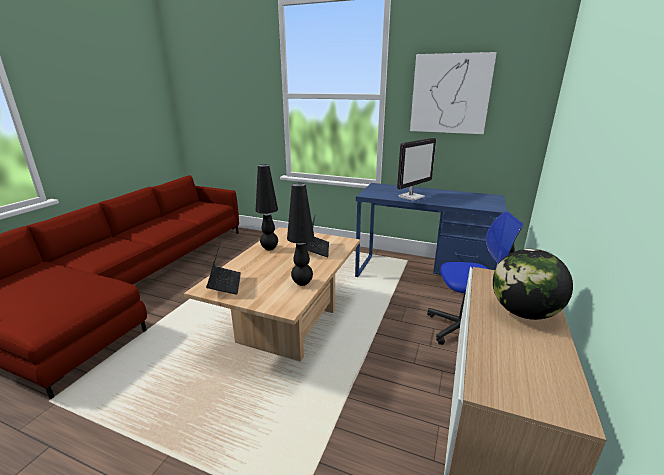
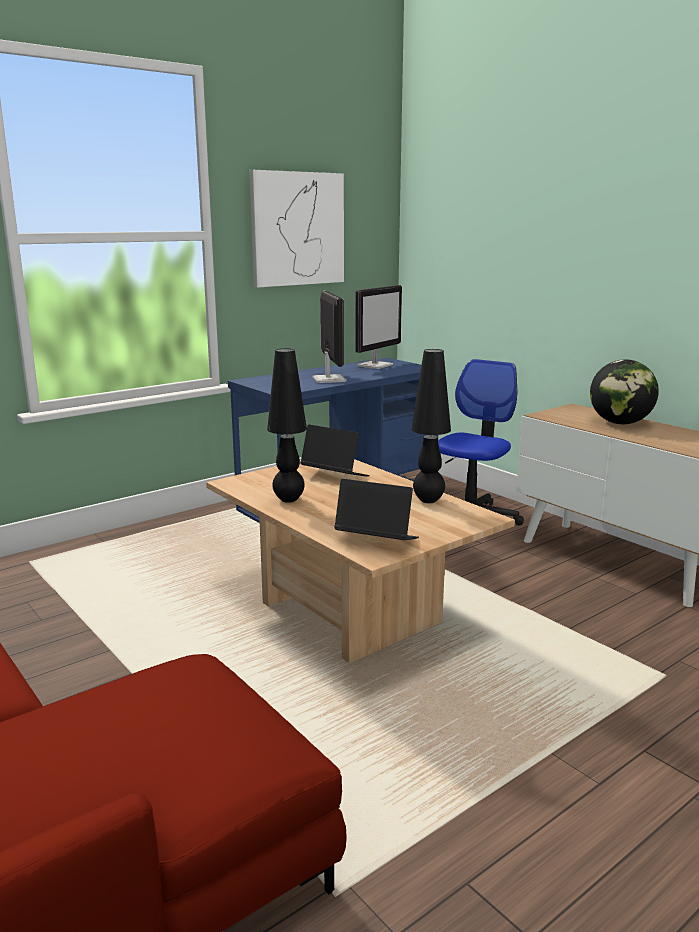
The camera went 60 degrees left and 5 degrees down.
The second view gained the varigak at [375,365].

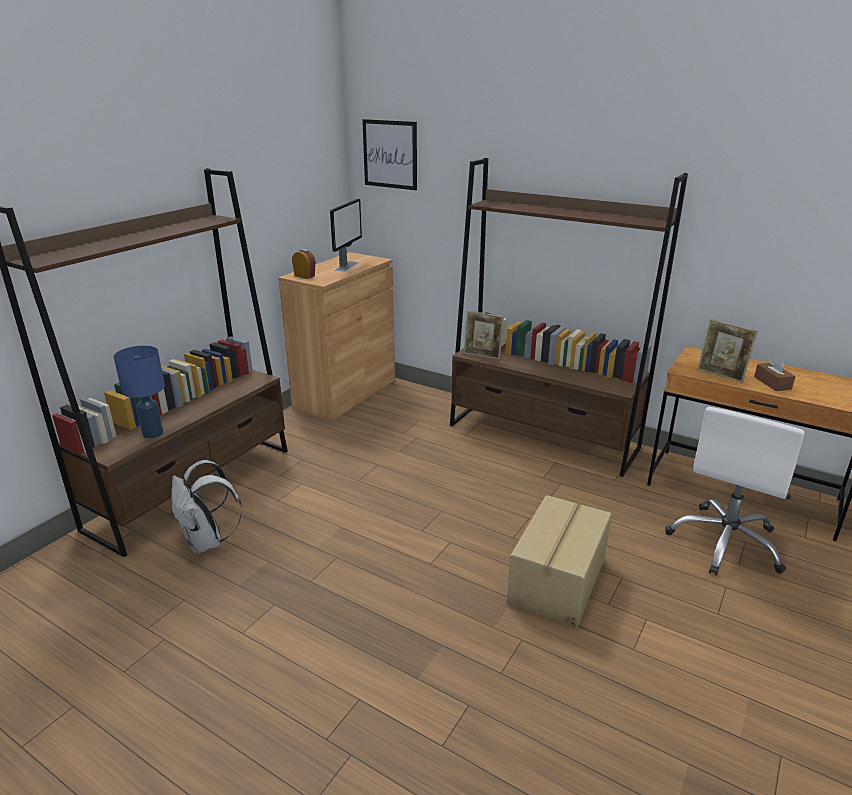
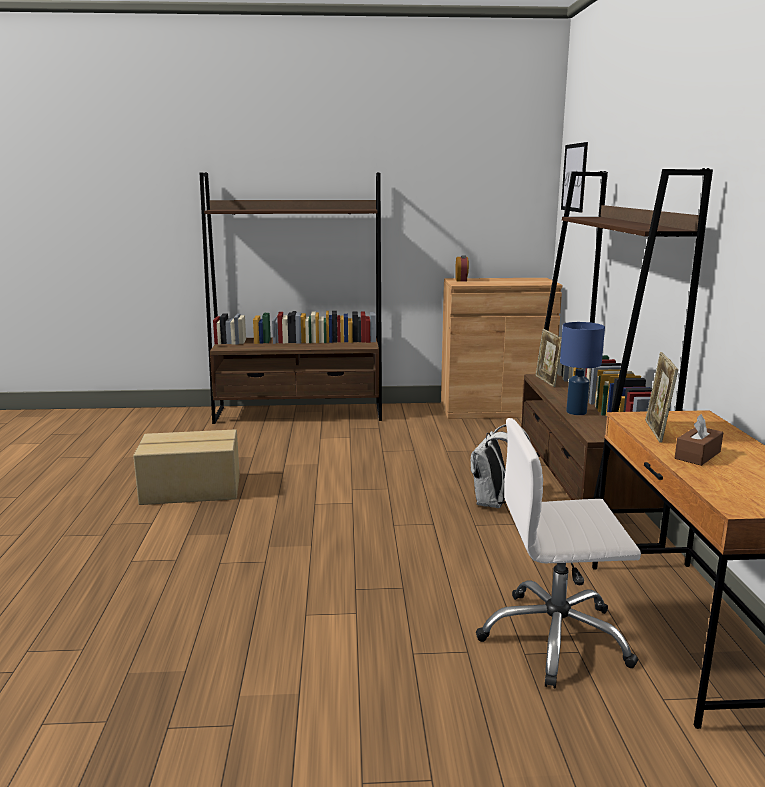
The camera went 55 degrees right and 10 degrees down.
The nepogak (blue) ended up elsewhere, having gone from [152,433] to [575,412].
The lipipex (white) ended up elsewhere, having gone from [207,542] to [494,503].
The second view lost the varigak at [347,266].
The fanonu ended up elsewhere, having gone from [559,580] to [191,490].

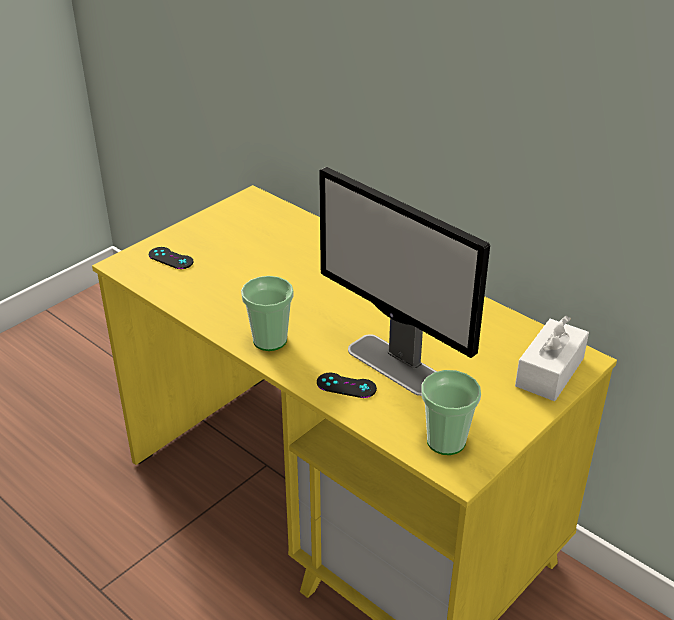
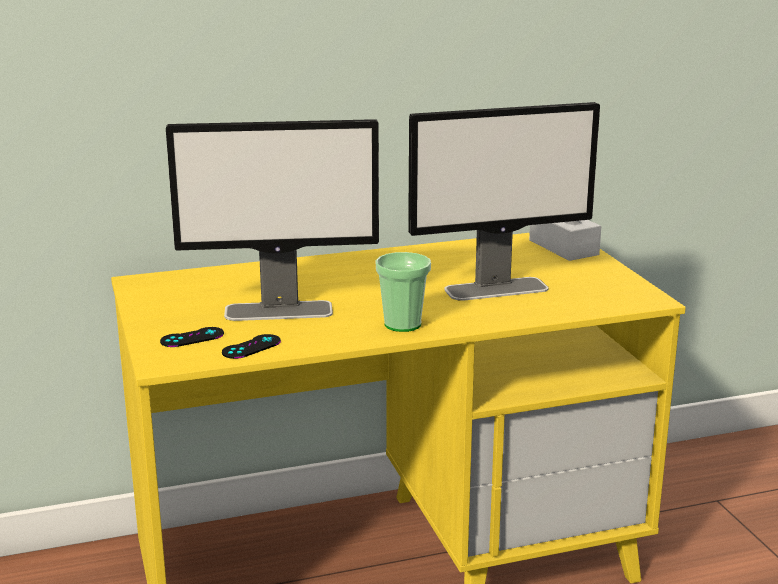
The camera went 60 degrees left and 15 degrees down.
The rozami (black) ended up elsewhere, having gone from [346,386] to [251,347].
The second view lost the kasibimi at [446,441].
The second view gained the varigak at [280,311].

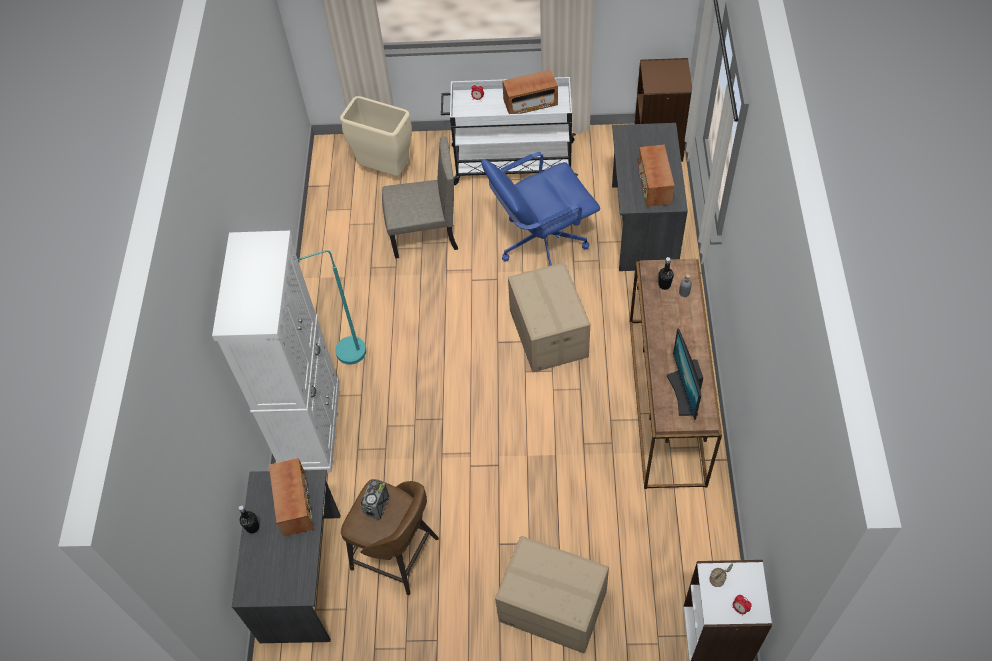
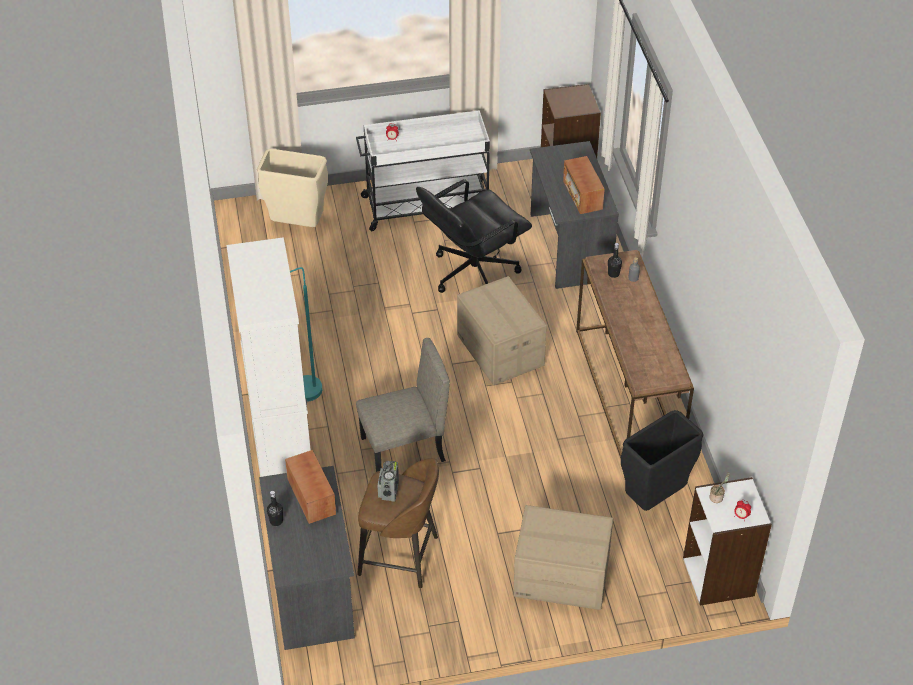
The camera went 15 degrees left and 10 degrees down.
The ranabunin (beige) ended up elsewhere, having gone from [424,235] to [403,450].
What was the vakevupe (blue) at [541,242] turned into the vakevupe (black) at [473,272].
The second view lost the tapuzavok at [530,103].
The second view lost the varigak at [684,393].
The second view gained the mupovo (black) at [655,499].

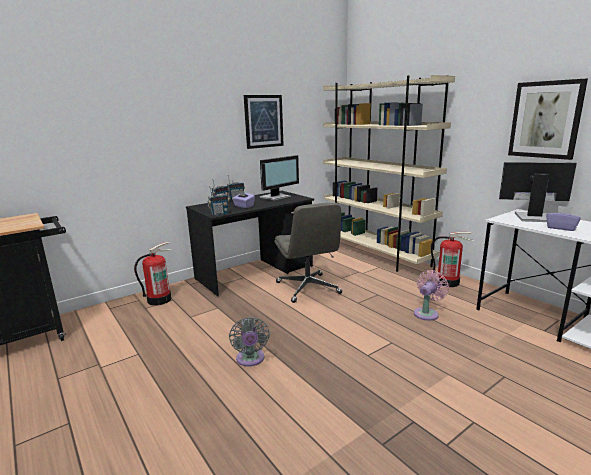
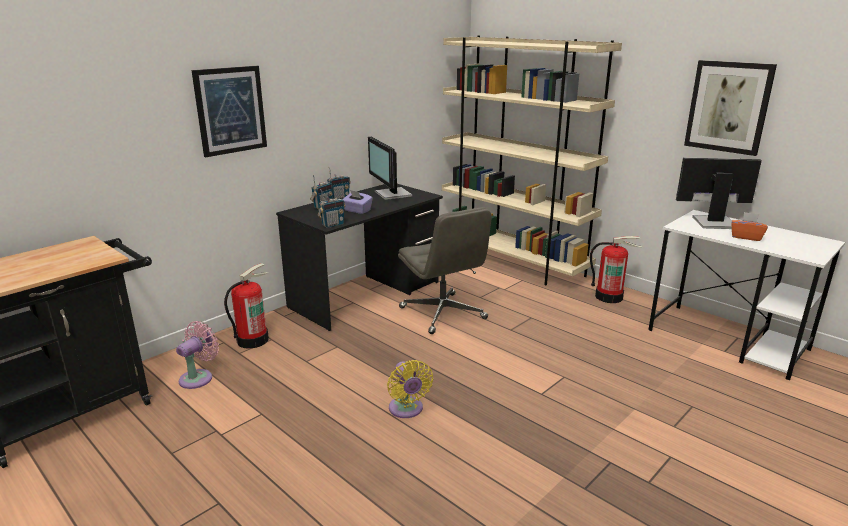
The camera went 10 degrees left and 5 degrees up.
What was the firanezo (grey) at [250,360] turned into the firanezo (yellow) at [407,410].
The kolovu ended up elsewhere, having gone from [263,121] to [230,110].
The varigak at [276,197] ended up facing another way, 120 degrees clockwise from before.
The firanezo (pink) ended up elsewhere, having gone from [427,313] to [199,377].
What was the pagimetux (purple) at [561,228] turned into the pagimetux (orange) at [746,237].

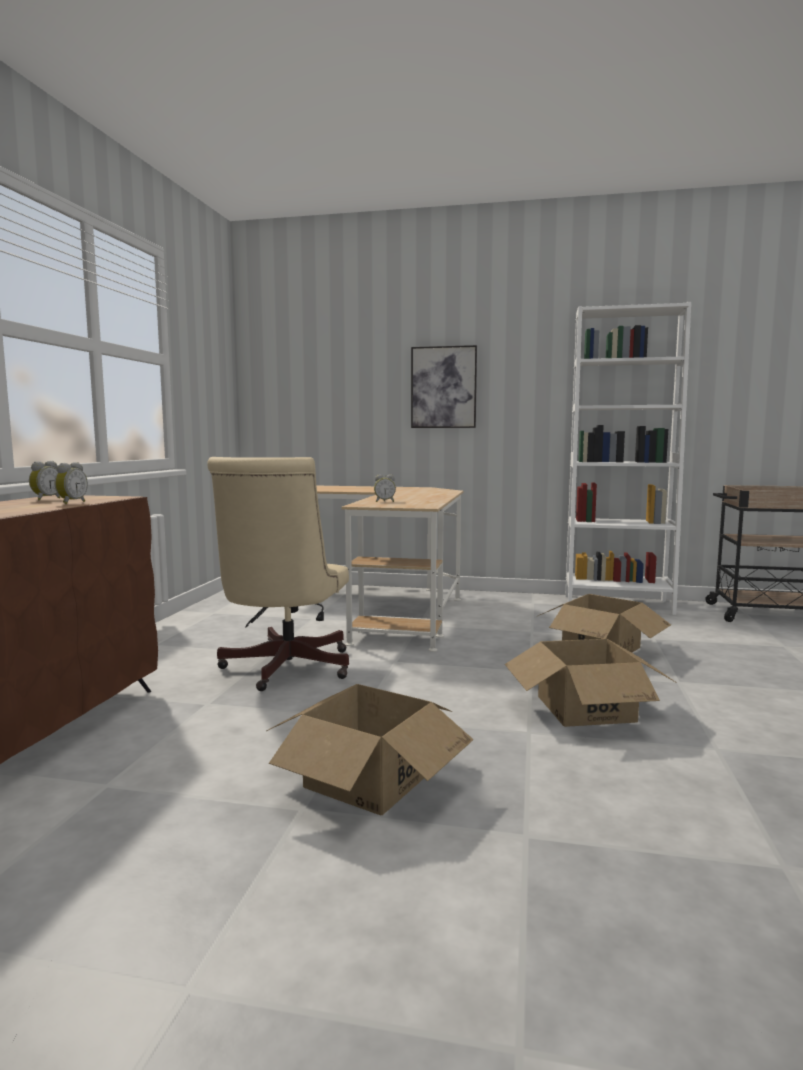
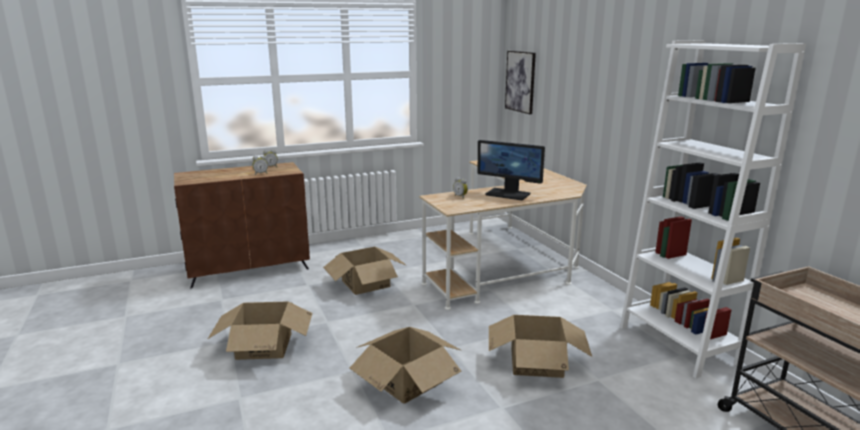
The camera went 55 degrees right and 10 degrees up.
Where the vakevupe (beige) stood at [283,670], the fanonu came to stand at [365,283].
The kolovu ended up elsewhere, having gone from [443,387] to [520,81].
The second view gained the varigak at [508,194].

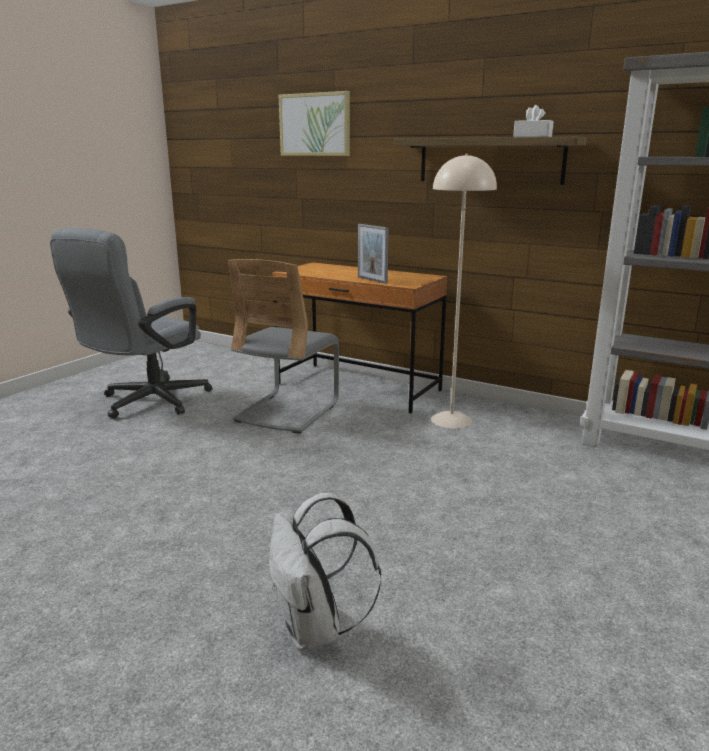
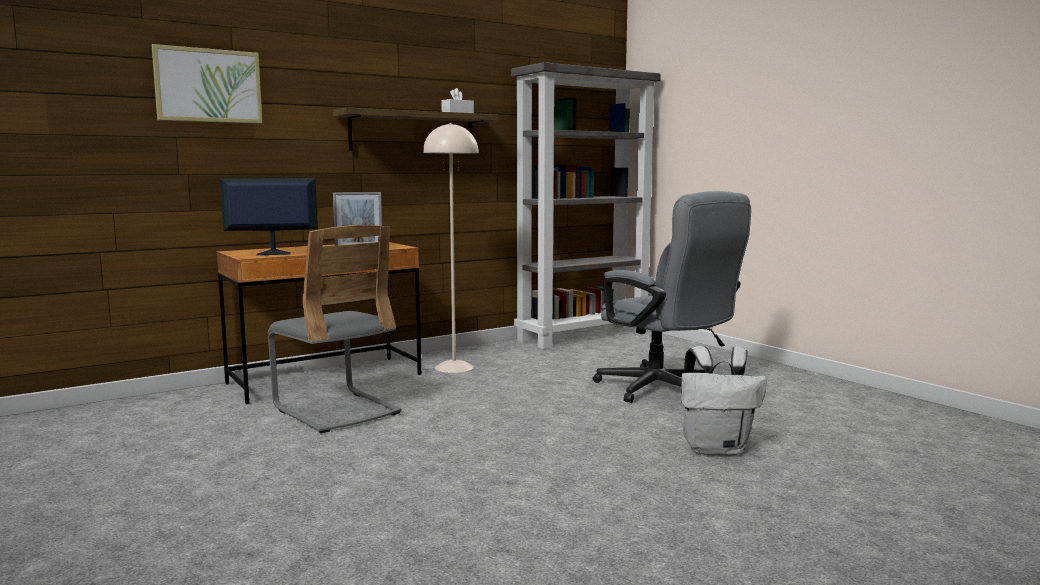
The camera went 65 degrees left and 10 degrees down.
The vakevupe (grey) ended up elsewhere, having gone from [146,403] to [665,391].
The second view gained the varigak at [272,254].

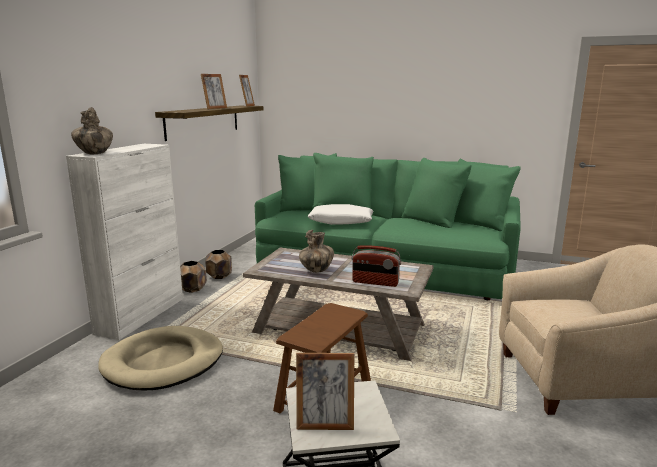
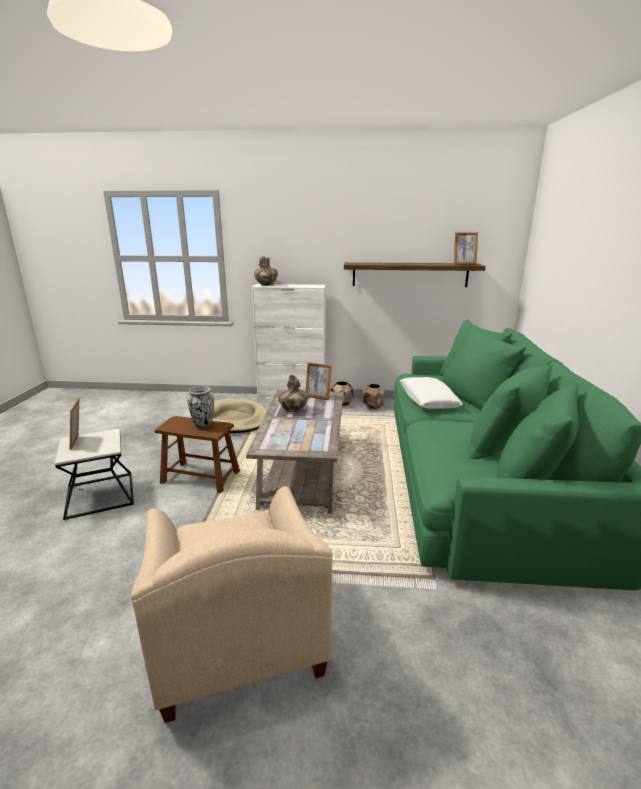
The camera went 75 degrees right and 5 degrees up.
The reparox ended up elsewhere, having gone from [215,108] to [318,397].
The second view lost the tapuzavok at [375,282].
The second view gained the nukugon at [203,425].

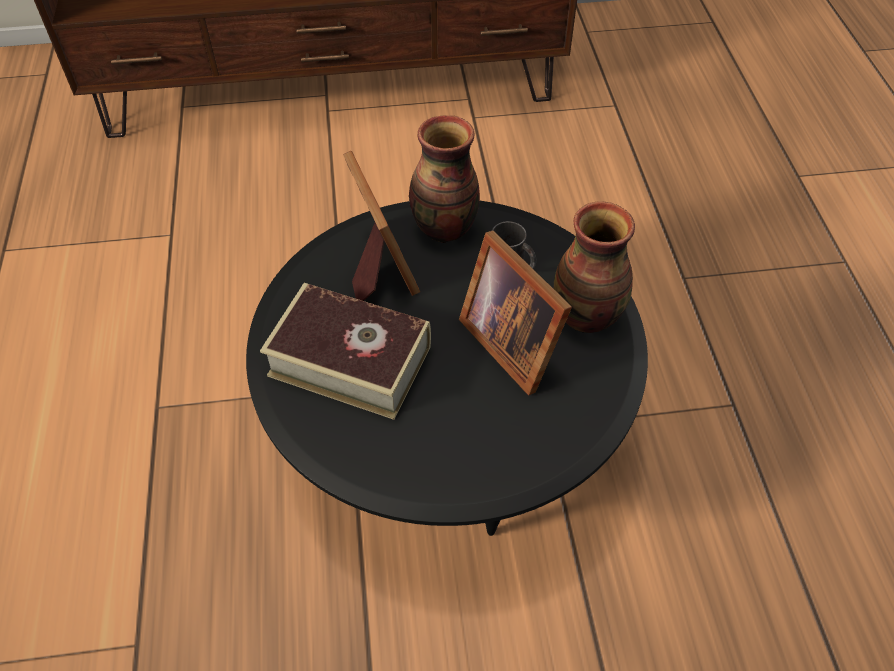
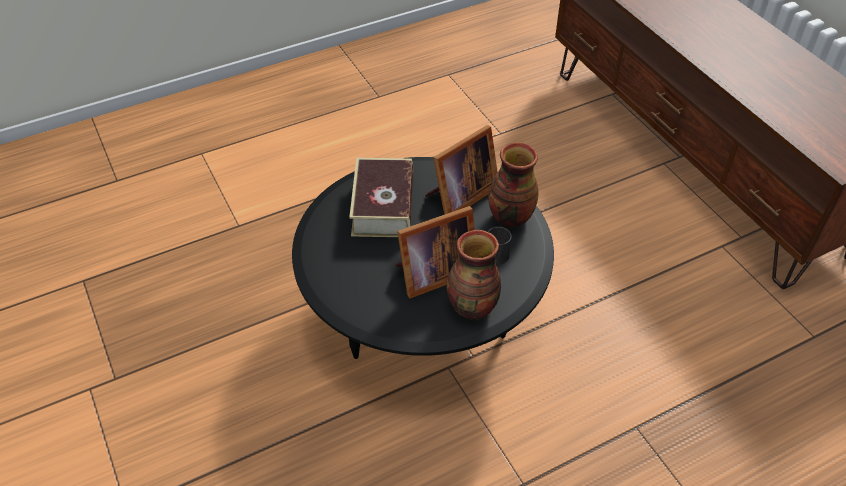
The camera went 70 degrees right and 5 degrees down.
The reparox at [512,340] ended up facing another way, 150 degrees counterclockwise from before.

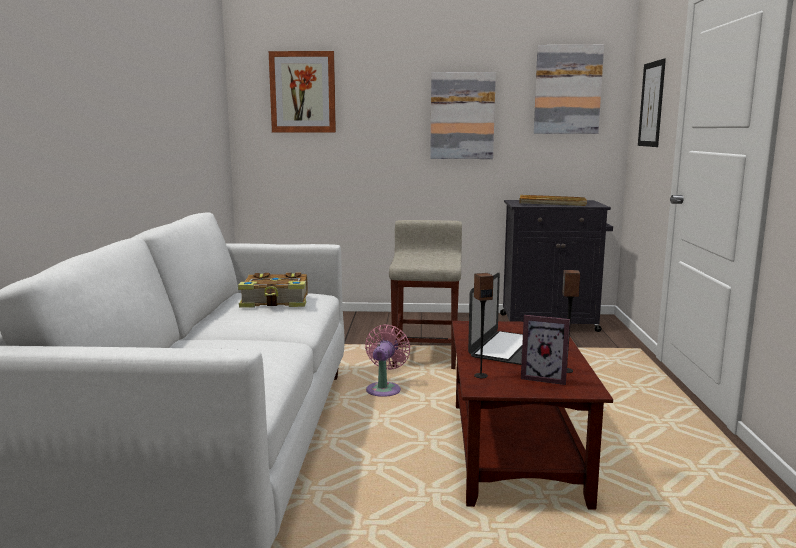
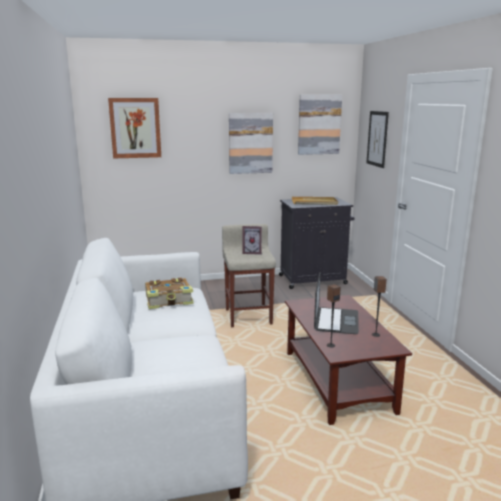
The camera went 15 degrees left and 5 degrees up.
The second view lost the firanezo (pink) at [384,389].
The reparox ended up elsewhere, having gone from [544,377] to [252,252].

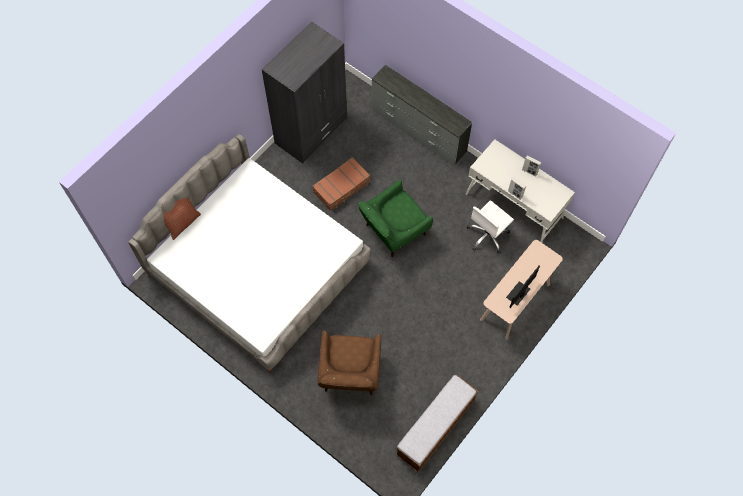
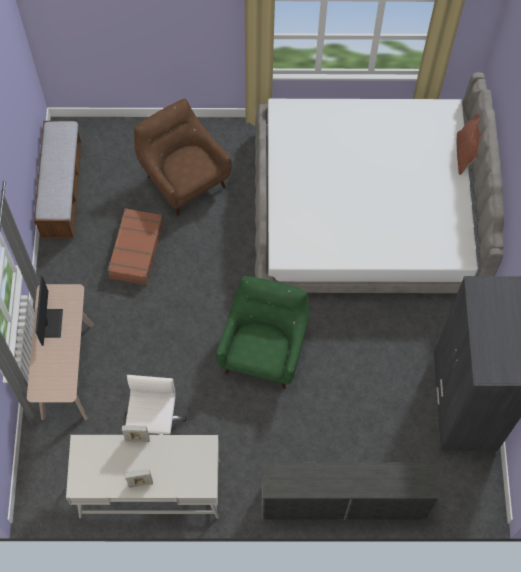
The camera went 140 degrees right and 0 degrees up.
The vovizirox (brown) ended up elsewhere, having gone from [342,187] to [136,250].

